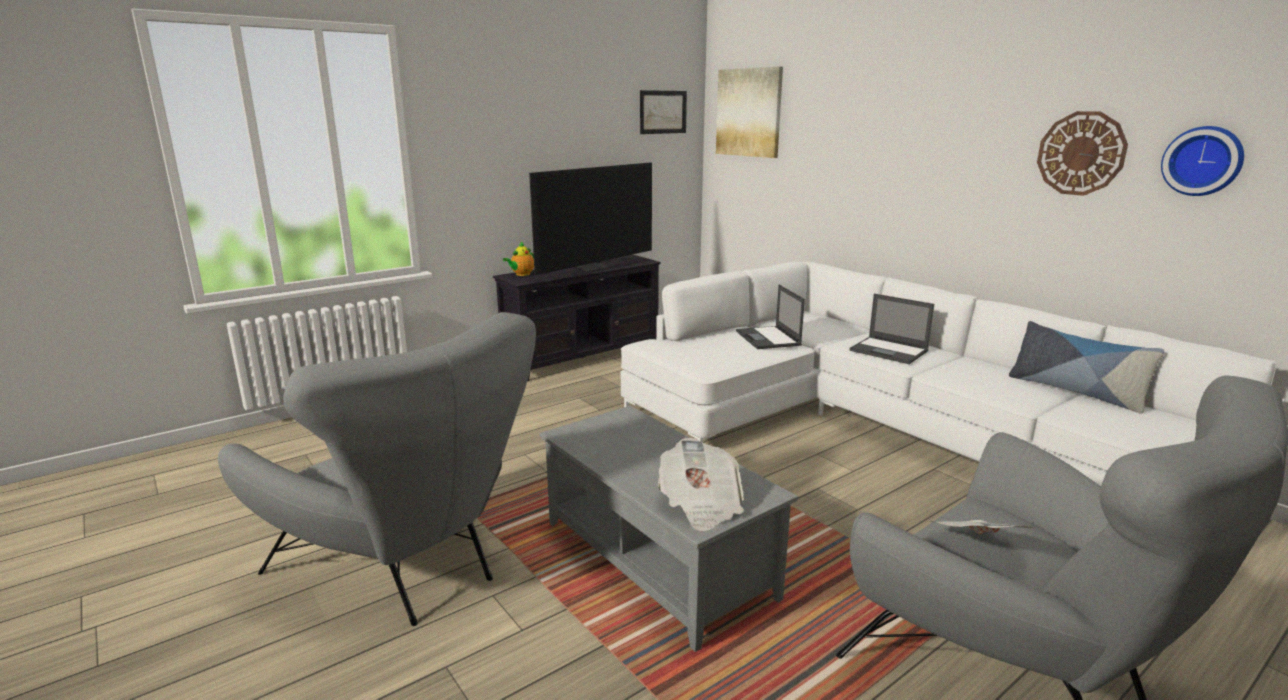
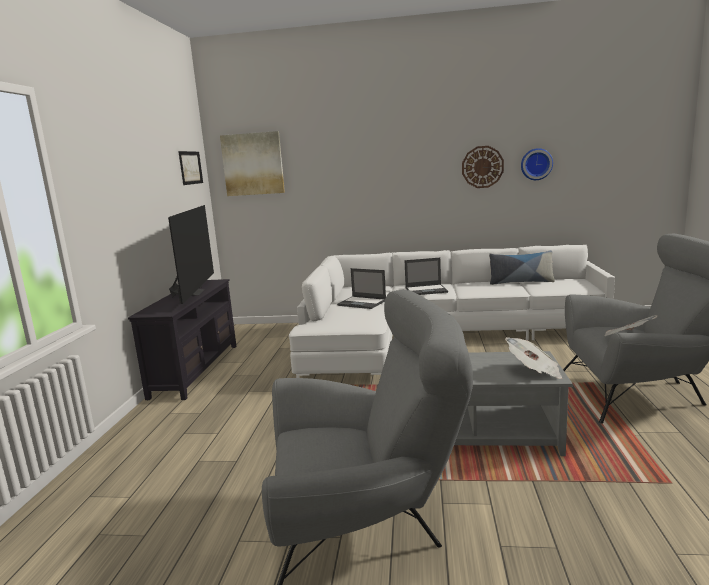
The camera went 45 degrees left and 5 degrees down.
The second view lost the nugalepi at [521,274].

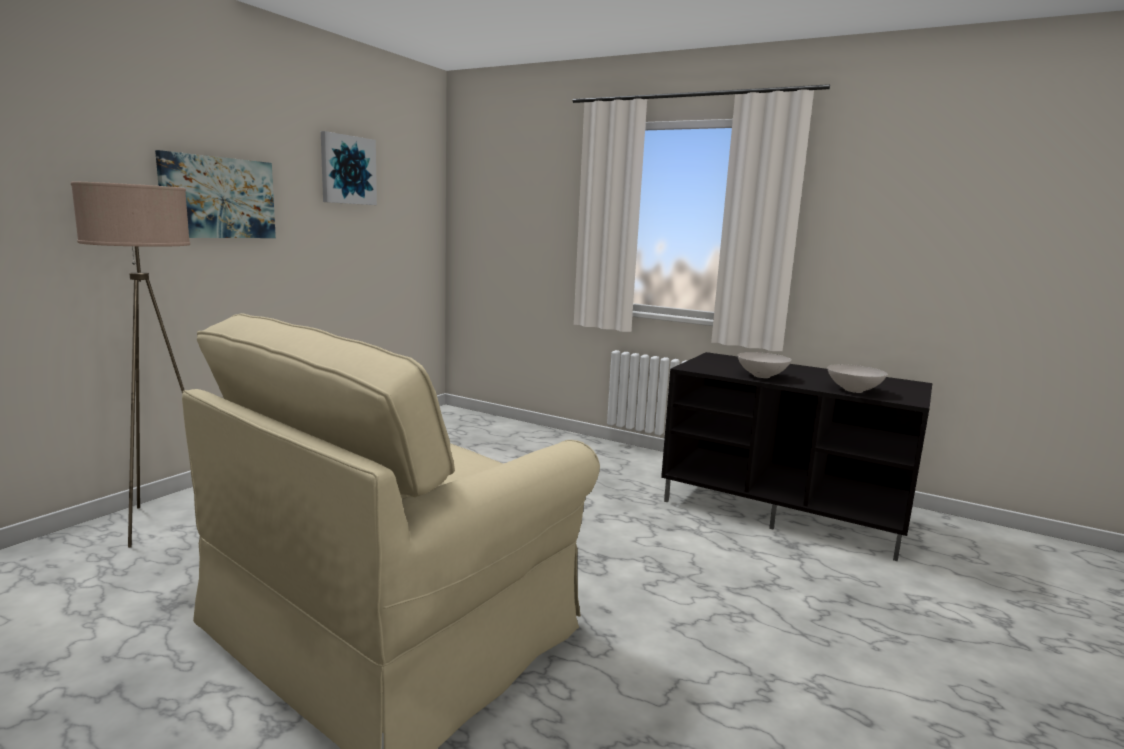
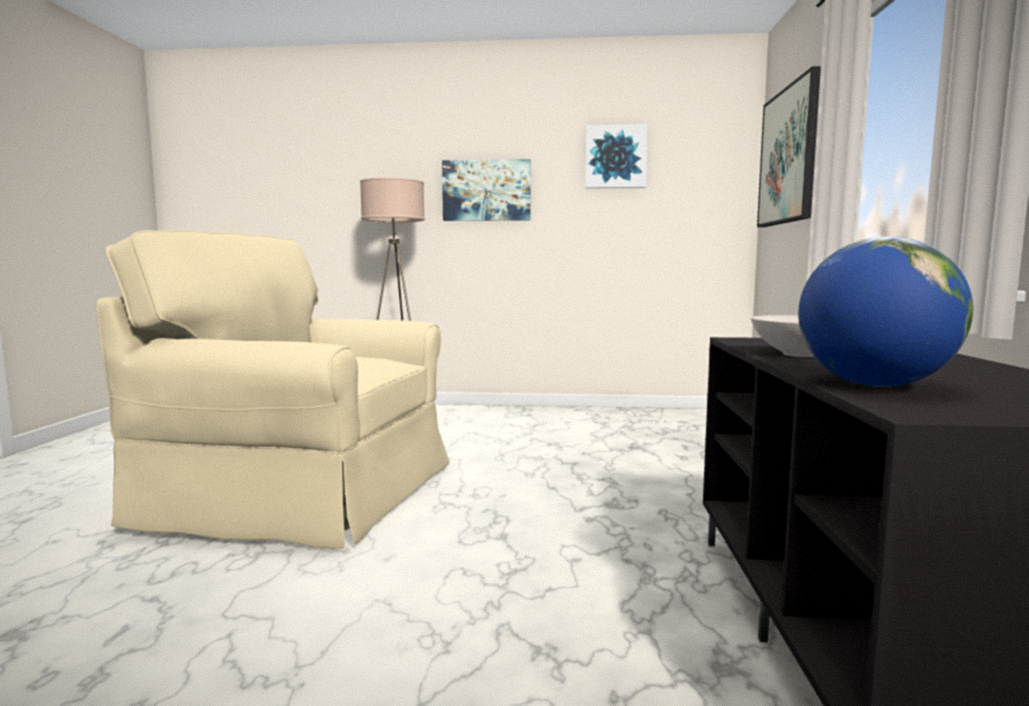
The camera went 65 degrees right and 5 degrees down.
Where the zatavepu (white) stood at [854,390], the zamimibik came to stand at [874,385].
The second view gained the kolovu at [788,156].

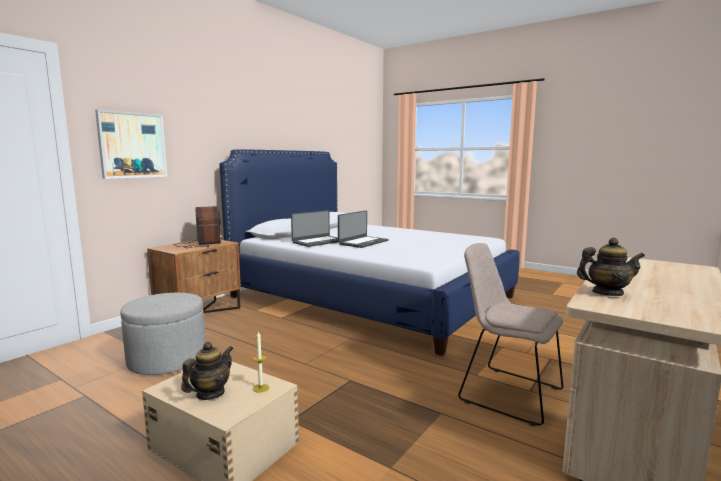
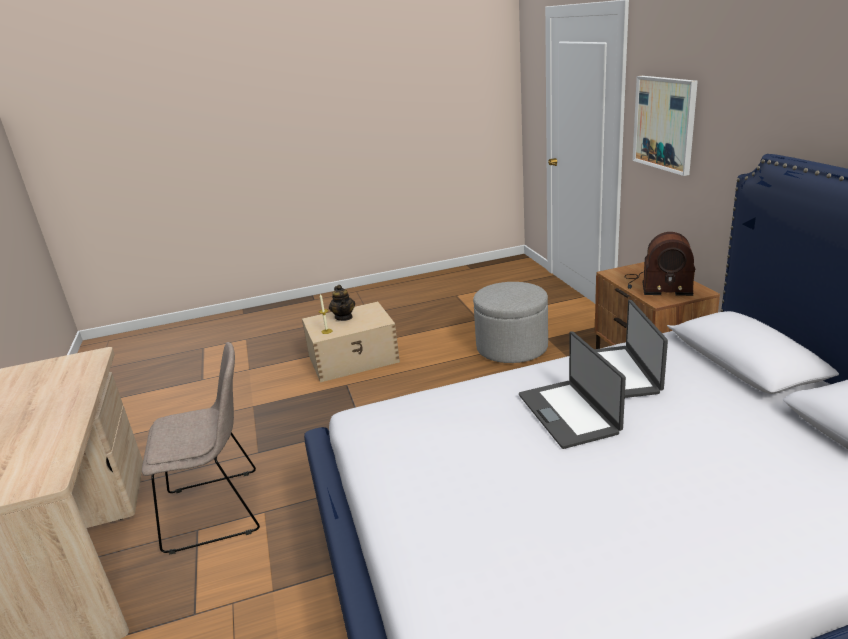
The camera went 130 degrees right and 15 degrees up.
The second view lost the nugalepi at [607,293].

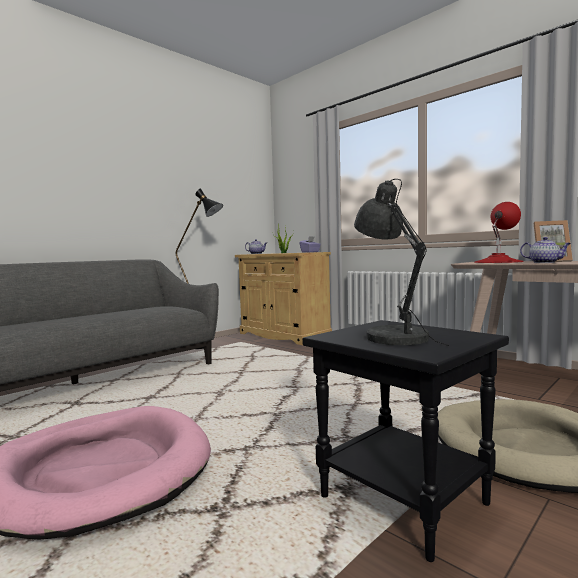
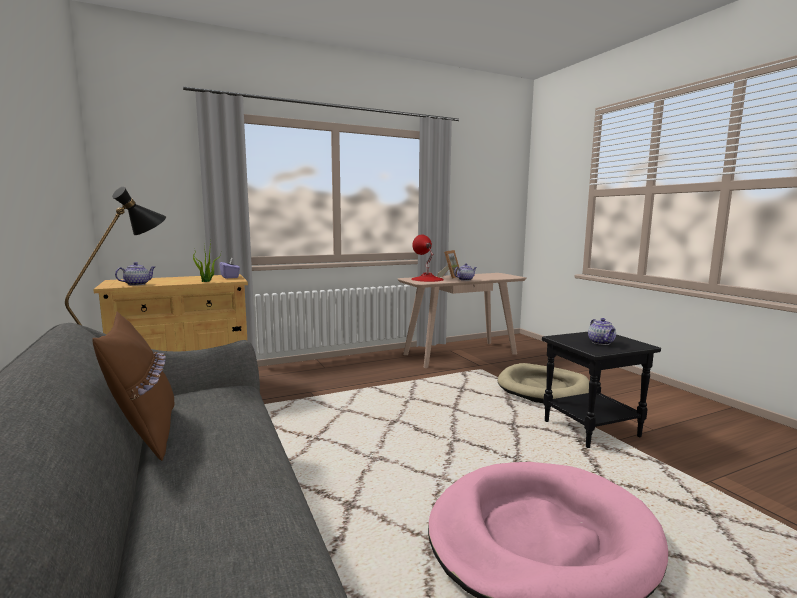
The camera went 70 degrees left and 5 degrees up.
Where the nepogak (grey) stood at [393,337], the nugalepi came to stand at [601,342].
The second view gained the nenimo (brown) at [145,434].

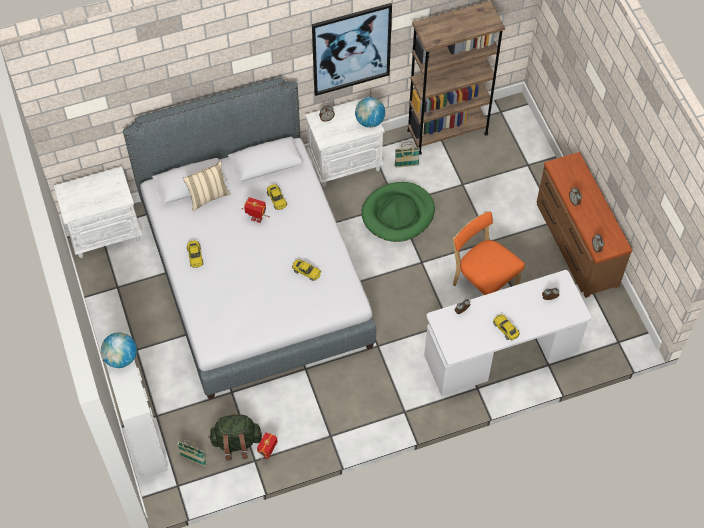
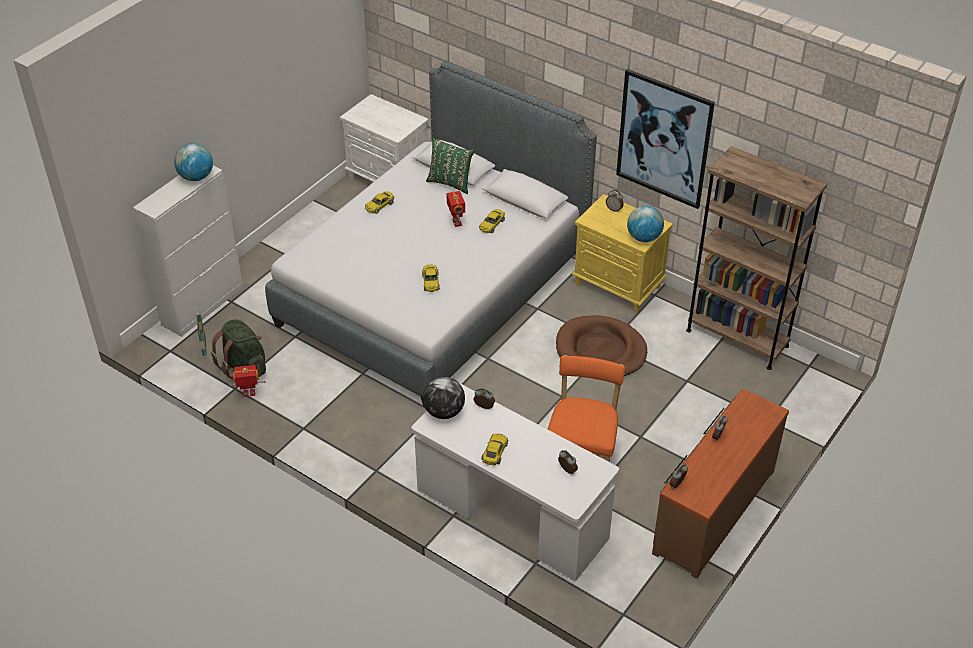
The camera went 55 degrees right and 15 degrees down.
What was the nenimo (beige) at [208,196] turned into the nenimo (green) at [450,183].
What was the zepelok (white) at [345,163] turned into the zepelok (yellow) at [618,285].
What was the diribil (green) at [398,214] turned into the diribil (brown) at [600,350].
The second view lost the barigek at [406,165].
The second view gained the zamimibik at [444,412].

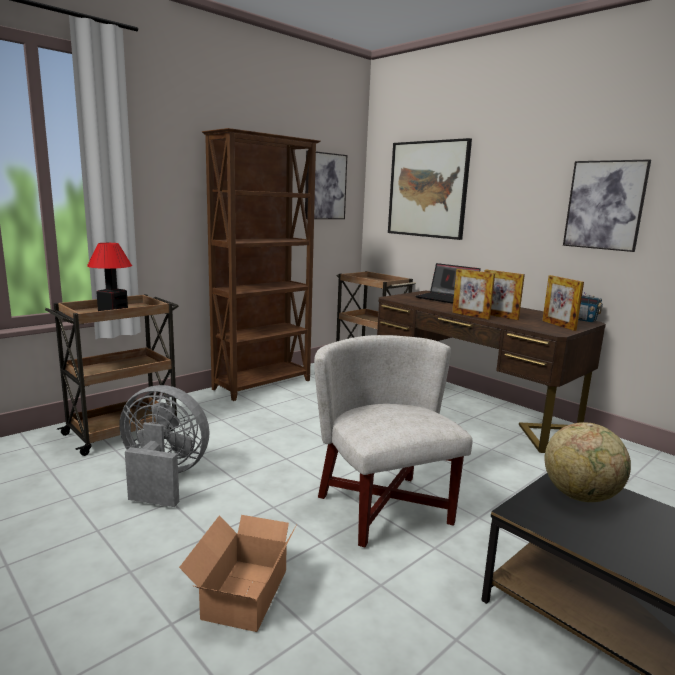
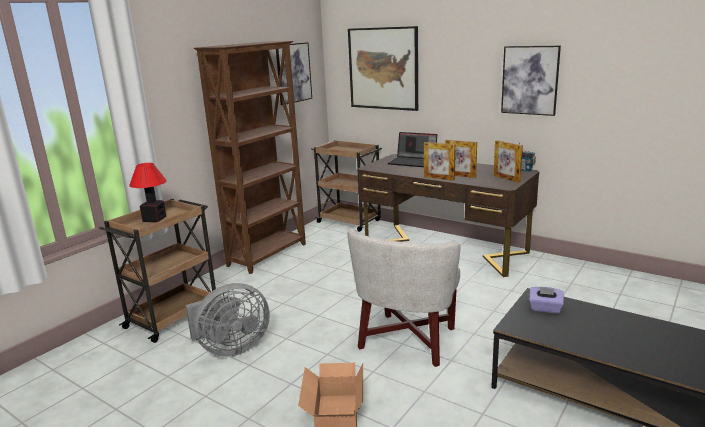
The camera went 10 degrees left and 5 degrees up.
The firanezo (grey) at [163,478] ended up facing another way, 150 degrees clockwise from before.
The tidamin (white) at [385,508] ended up facing another way, 120 degrees counterclockwise from before.
Where the zamimibik stood at [580,496], the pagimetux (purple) came to stand at [545,308].

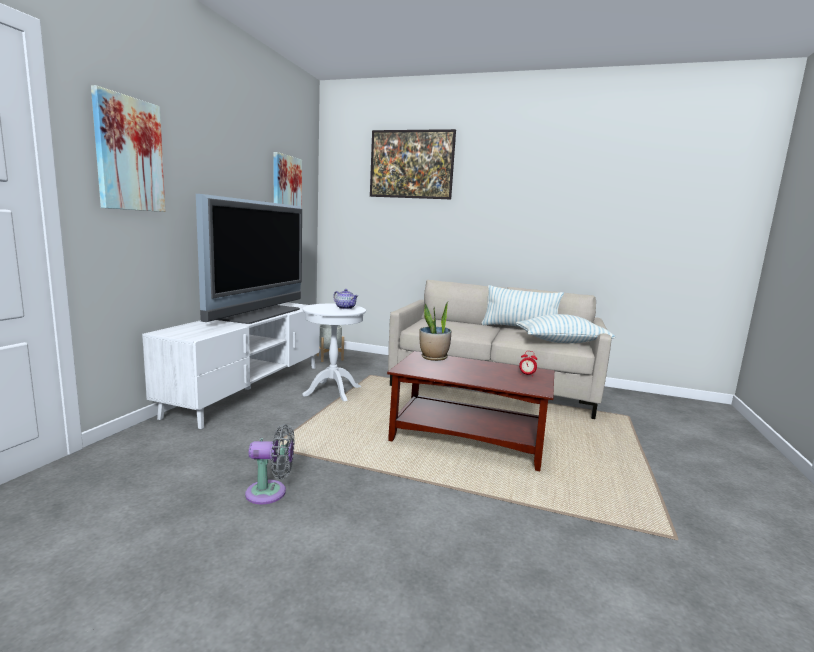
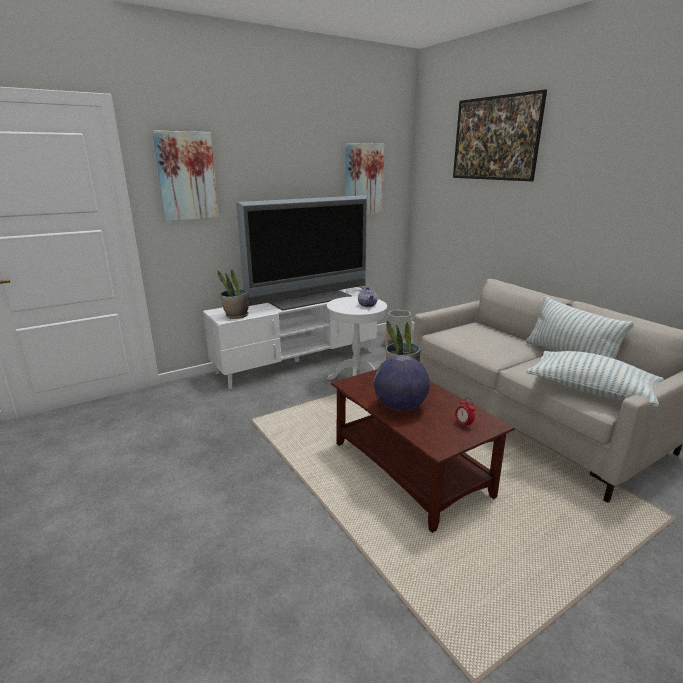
The camera went 40 degrees right and 10 degrees up.
The second view lost the firanezo (grey) at [270,493].
The second view gained the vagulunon at [236,316].
The second view gained the zamimibik at [400,407].

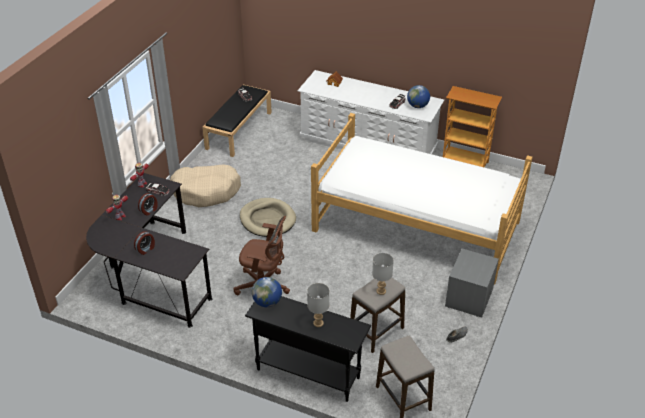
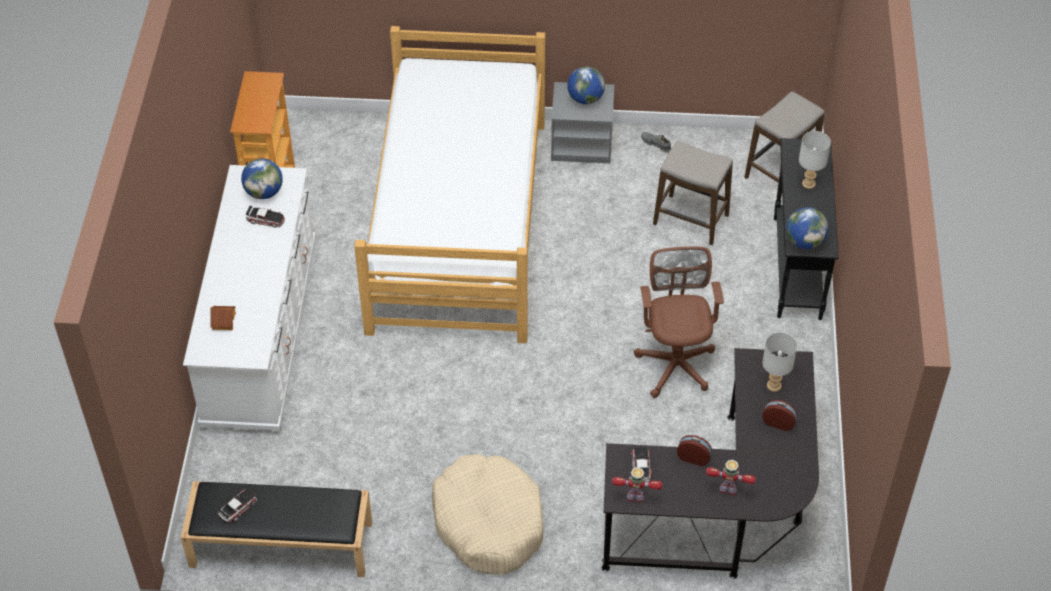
The camera went 110 degrees left and 10 degrees up.
The second view lost the diribil (beige) at [267,219].
The nepogak (grey) ended up elsewhere, having gone from [381,291] to [773,385].
The second view gained the zamimibik at [585,99].

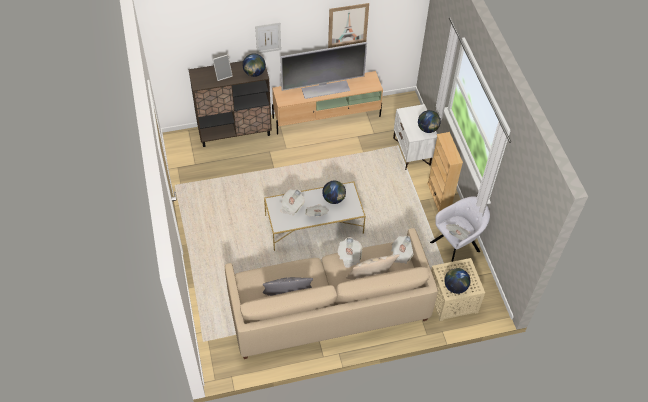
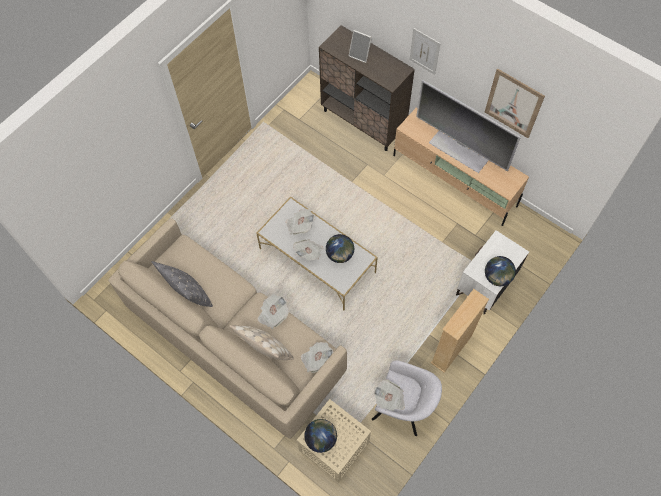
The camera went 55 degrees right and 10 degrees up.
The second view lost the zamimibik at [254,73].

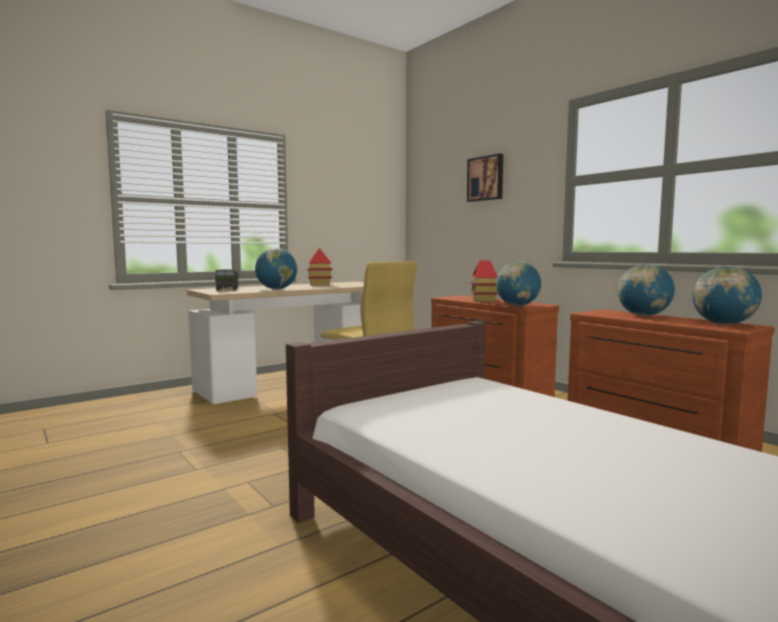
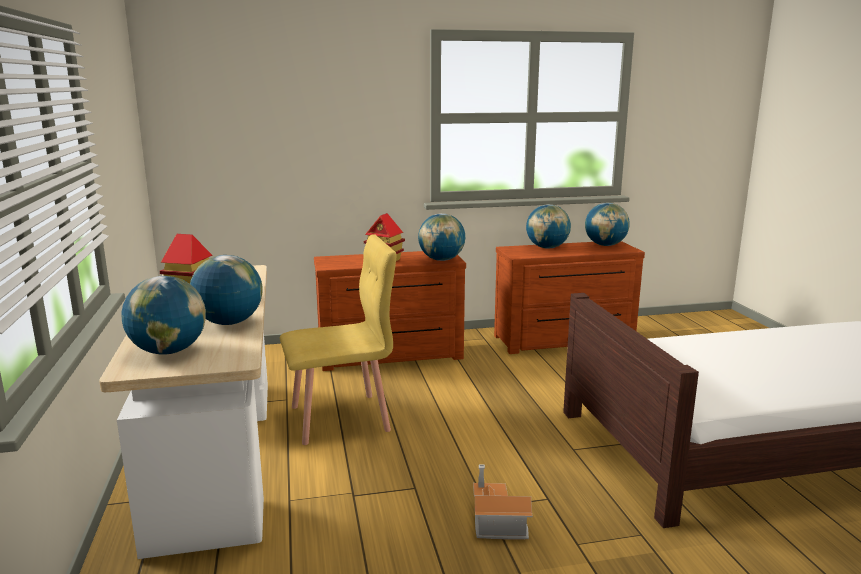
The camera went 65 degrees left and 10 degrees up.
Where the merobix stood at [228,289], the zamimibik came to stand at [169,351].
The second view lost the kolovu at [486,178].
The second view gained the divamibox at [495,521].

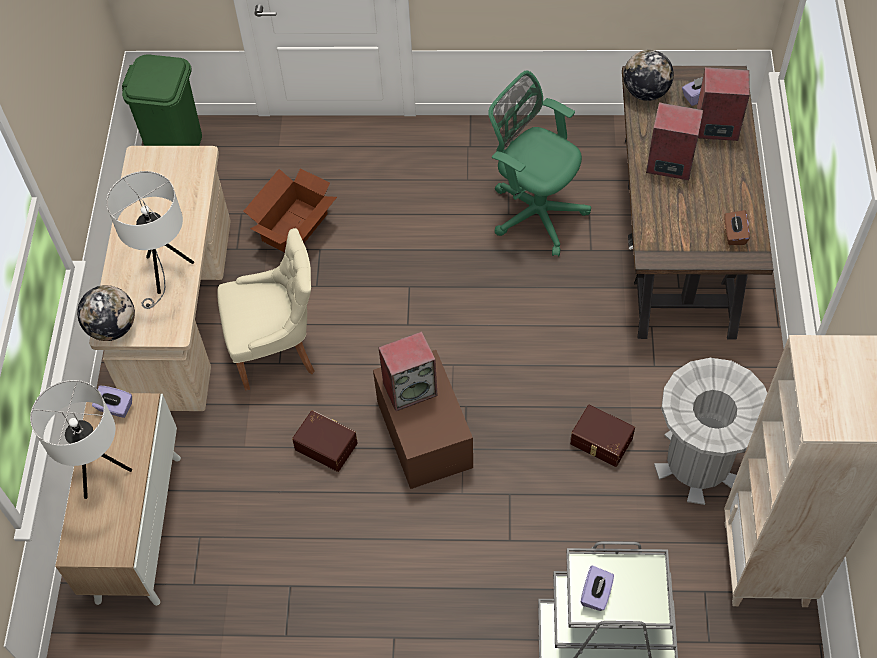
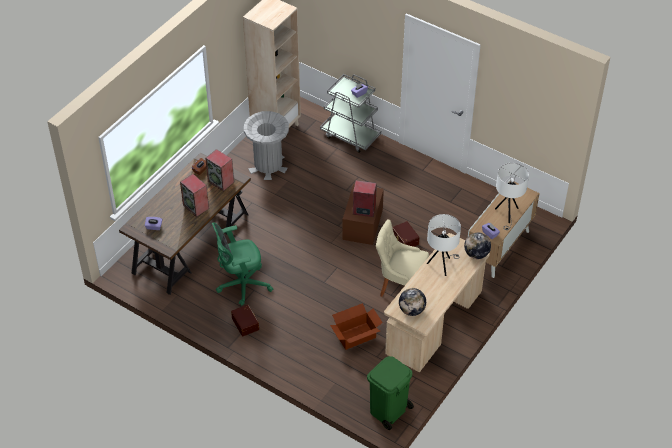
The camera went 150 degrees left and 10 degrees down.
The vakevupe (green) at [534,211] ended up facing another way, 90 degrees clockwise from before.
The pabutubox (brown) ended up elsewhere, having gone from [600,442] to [246,323].
The zamimibik ended up elsewhere, having gone from [645,92] to [412,310].
The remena ended up elsewhere, having gone from [715,127] to [221,182].

